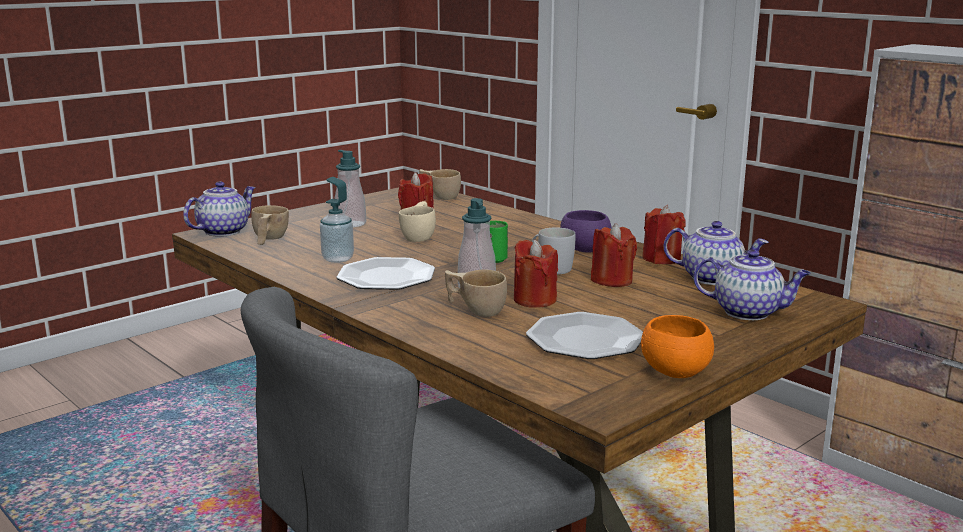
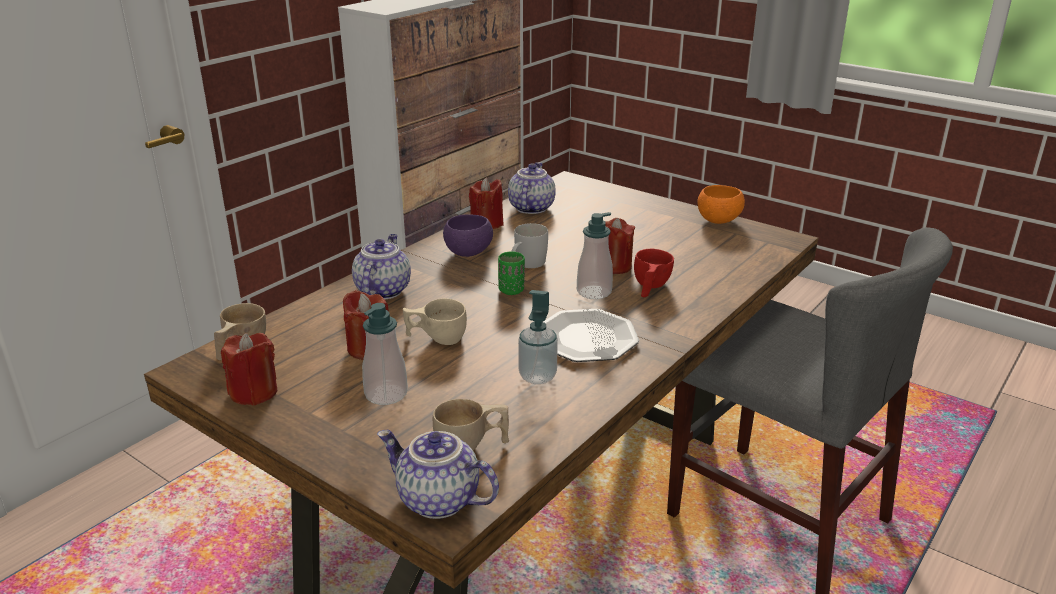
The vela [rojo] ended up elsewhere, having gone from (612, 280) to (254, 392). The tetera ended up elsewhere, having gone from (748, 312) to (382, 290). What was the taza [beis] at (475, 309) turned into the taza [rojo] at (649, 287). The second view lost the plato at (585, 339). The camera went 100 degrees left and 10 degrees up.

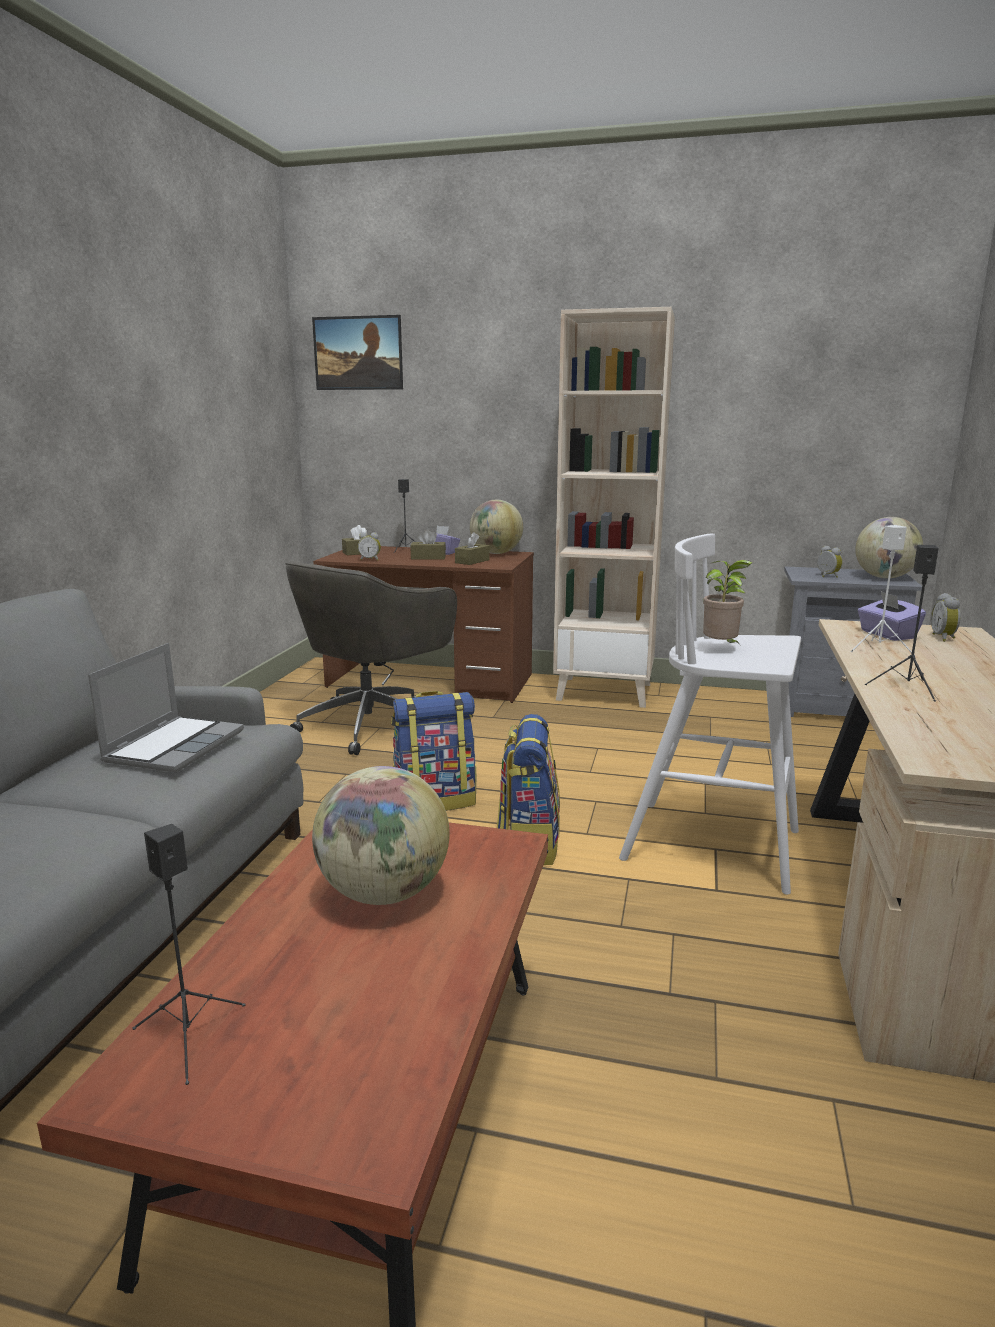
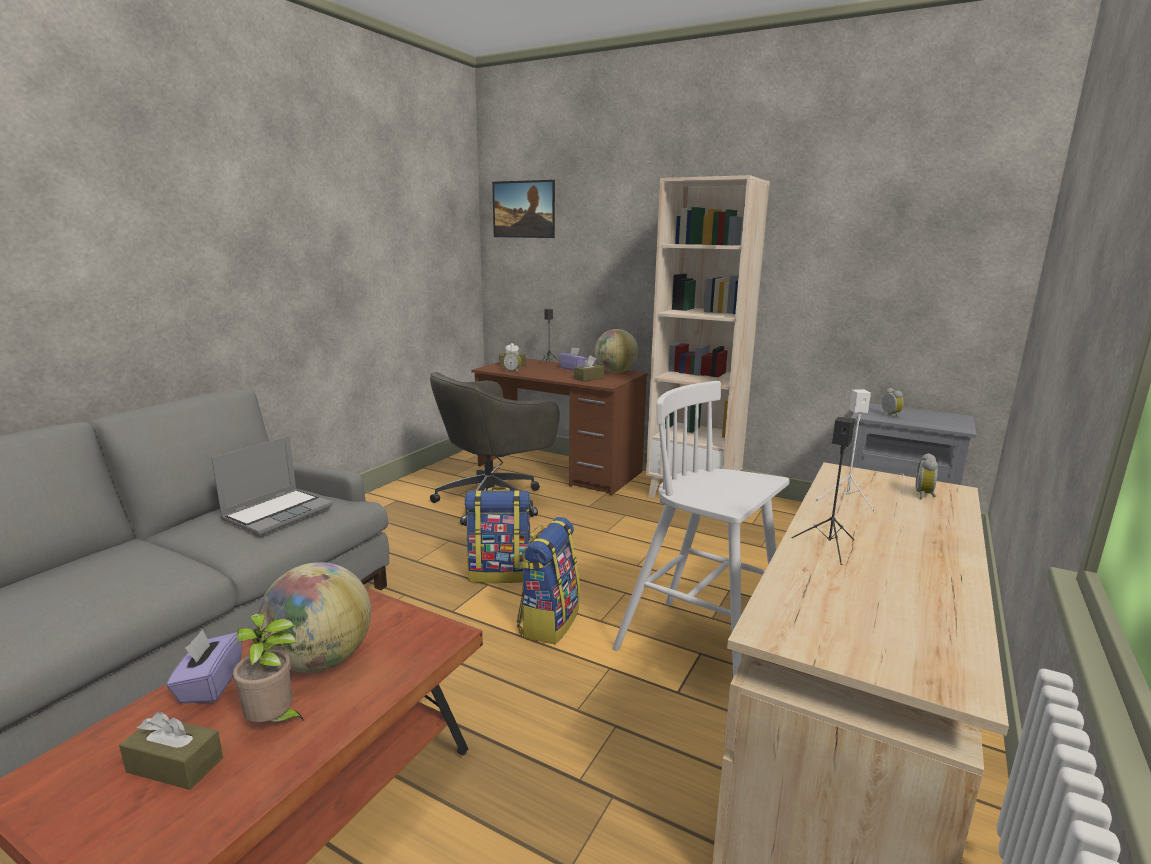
The caja de pañuelos [marrón] ended up elsewhere, having gone from (428, 558) to (175, 765). The caja de pañuelos [morado] ended up elsewhere, having gone from (887, 635) to (210, 684). The planta en maceta ended up elsewhere, having gone from (722, 648) to (274, 723). The second view lost the altavoz [negro] at (189, 1038). The second view lost the globo terráqueo at (884, 577). The camera went 15 degrees right and 0 degrees up.

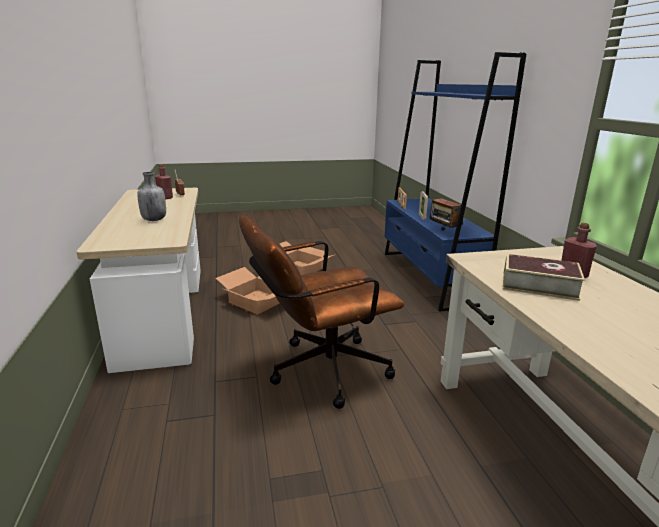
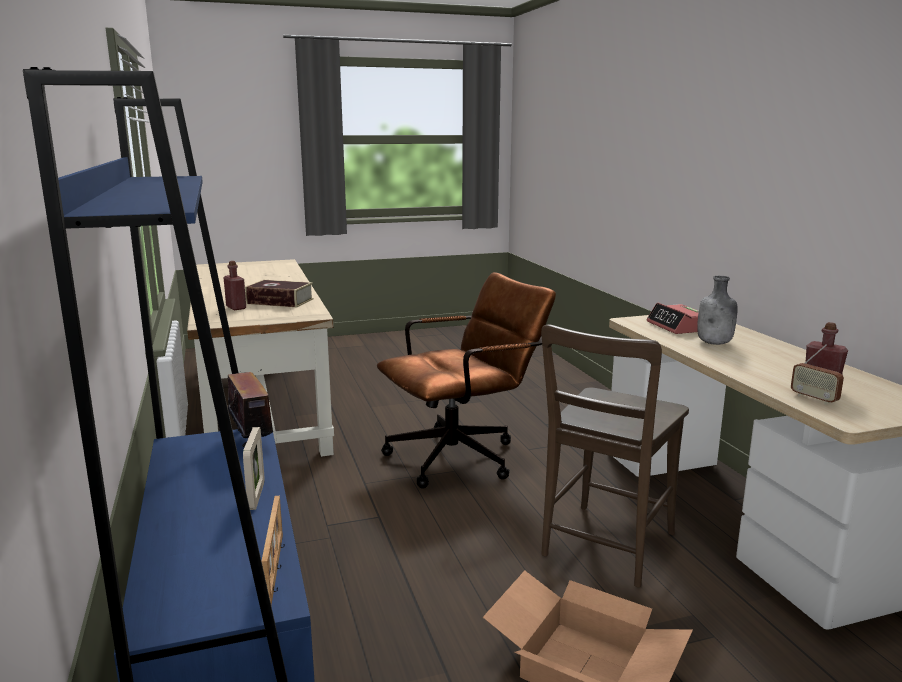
Where the caja de cartón stood at (258, 301), the silla [marrón] came to stand at (605, 547). The second view gained the despertador at (677, 327). The camera went 175 degrees right and 5 degrees down.

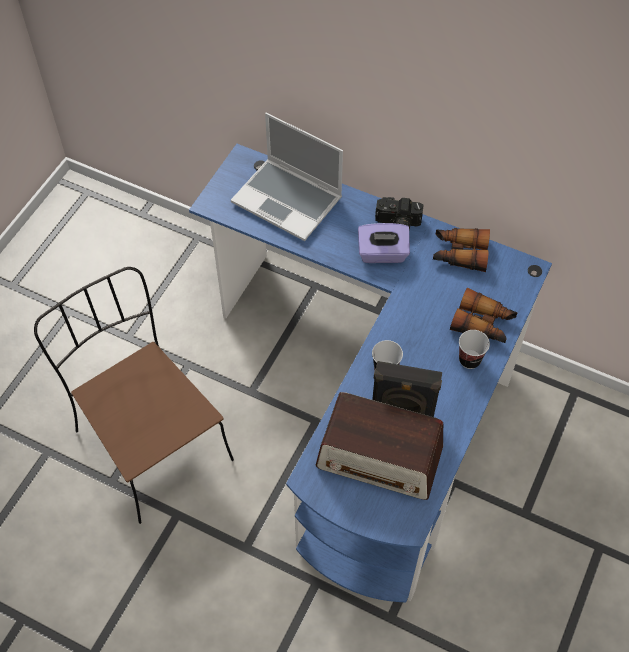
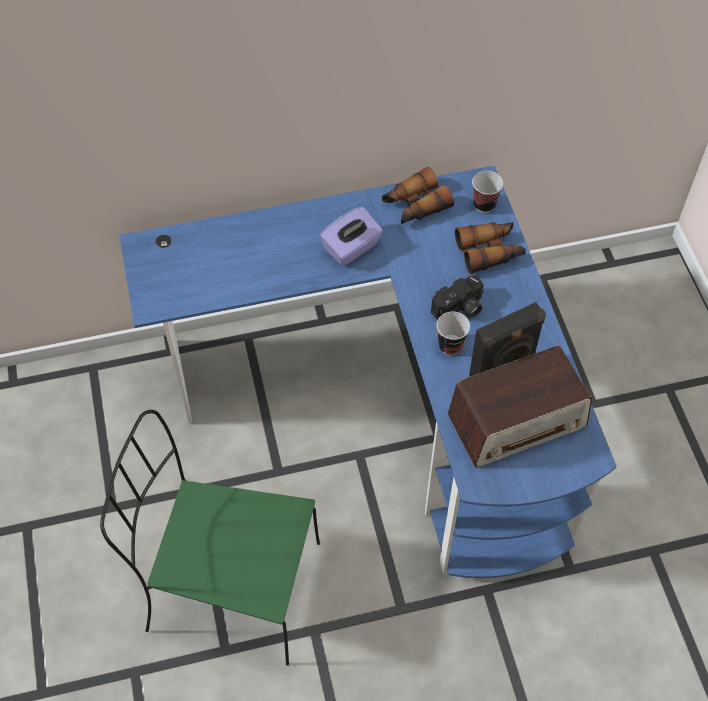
What was the silla [marrón] at (151, 443) turned into the silla [verde] at (229, 586). The cámara ended up elsewhere, having gone from (397, 223) to (459, 309). The taza ended up elsewhere, having gone from (469, 360) to (484, 204). The second view lost the portátil at (289, 200). The camera went 40 degrees left and 0 degrees up.

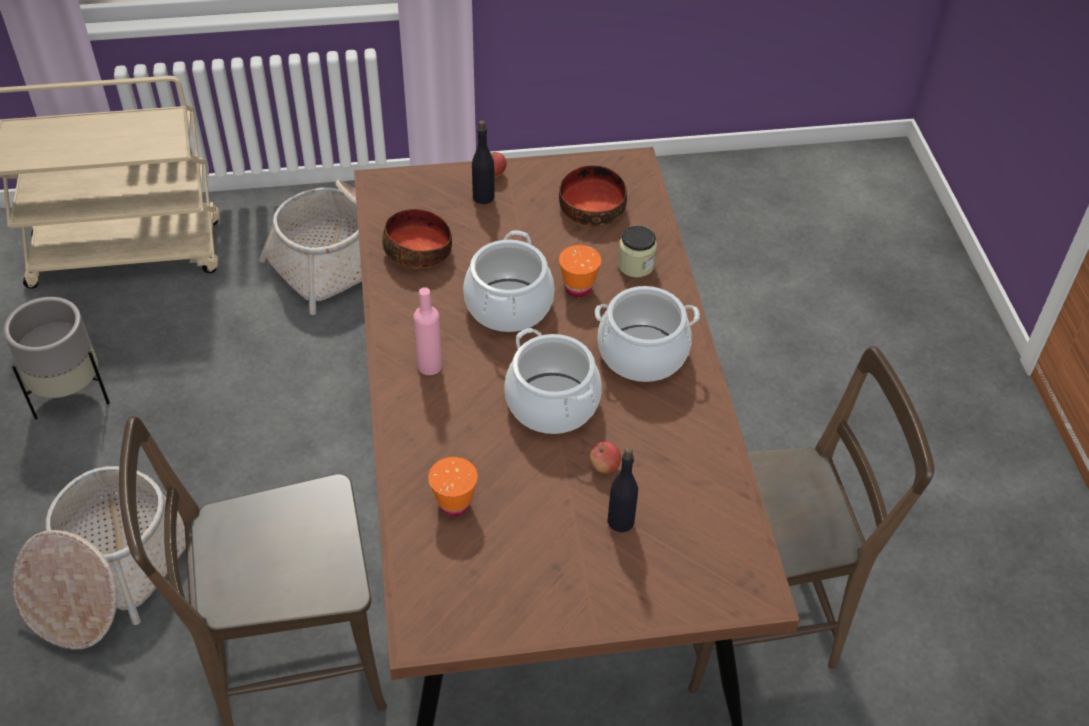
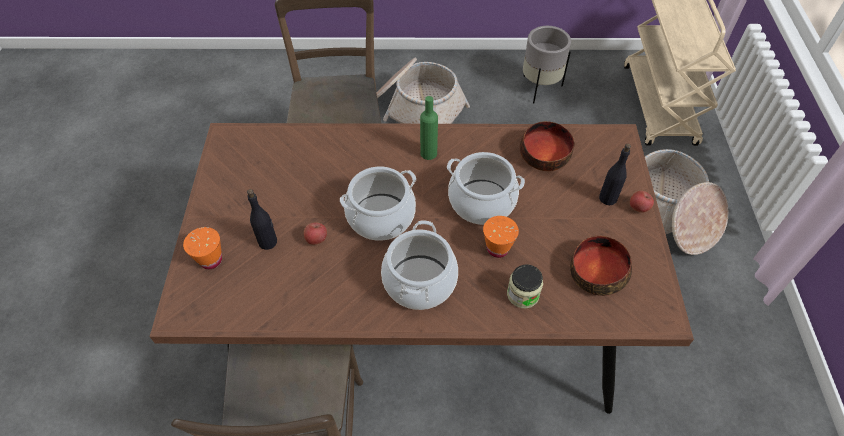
The taza [naranja] ended up elsewhere, having gone from (454, 504) to (211, 260). What was the botella [rosa] at (430, 366) turned into the botella [verde] at (428, 153). The camera went 100 degrees right and 5 degrees up.

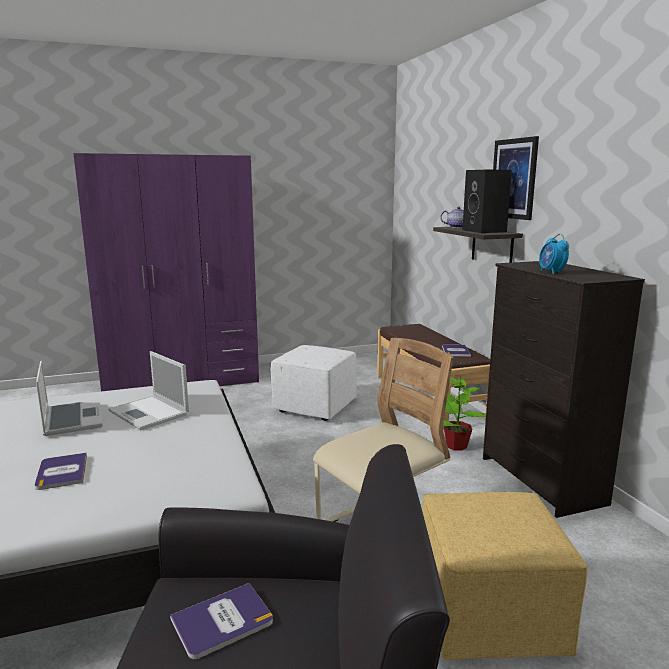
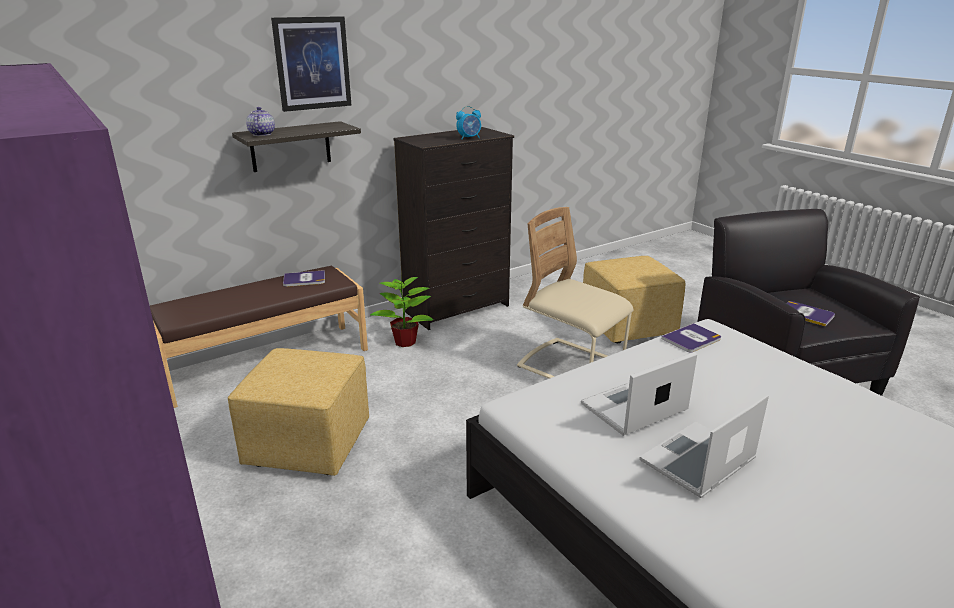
What was the puf [blanco] at (314, 407) turned into the puf [amarillo] at (307, 446). The portátil at (150, 413) ended up facing another way, 150 degrees counterclockwise from before. The libro ended up elsewhere, having gone from (62, 472) to (691, 339). The second view lost the altavoz [negro] at (485, 231). The camera went 105 degrees left and 10 degrees up.

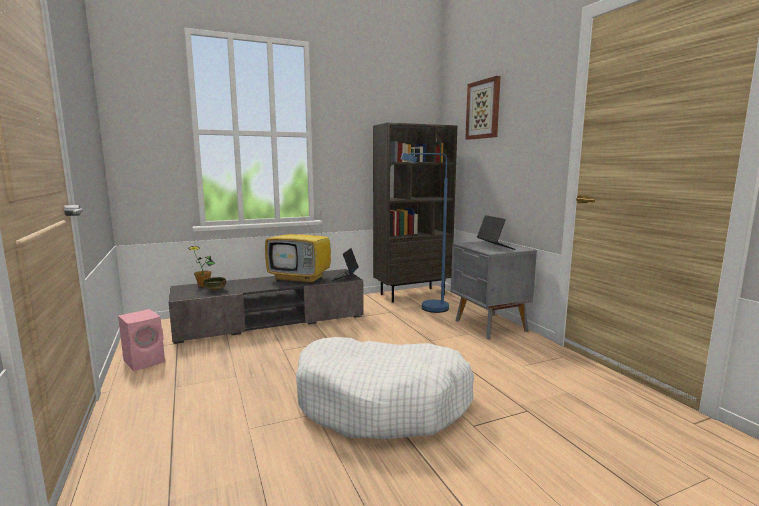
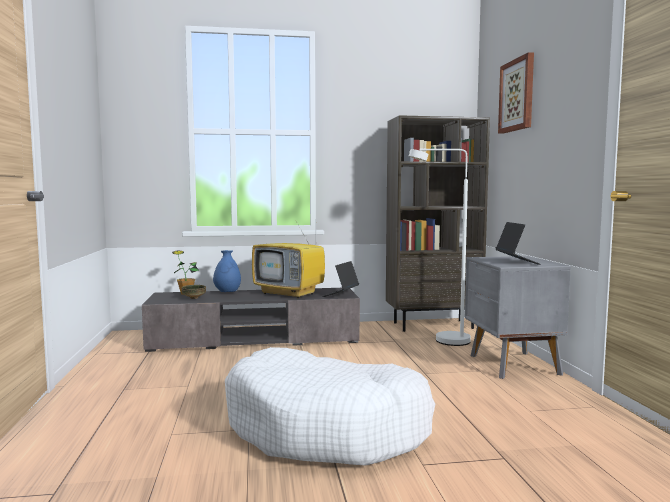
The second view gained the florero [azul] at (227, 292). What was the lámpara de pie [azul] at (427, 309) turned into the lámpara de pie [blanco] at (443, 341). The second view lost the altavoz [rosa] at (146, 361). The camera went 15 degrees right and 5 degrees down.

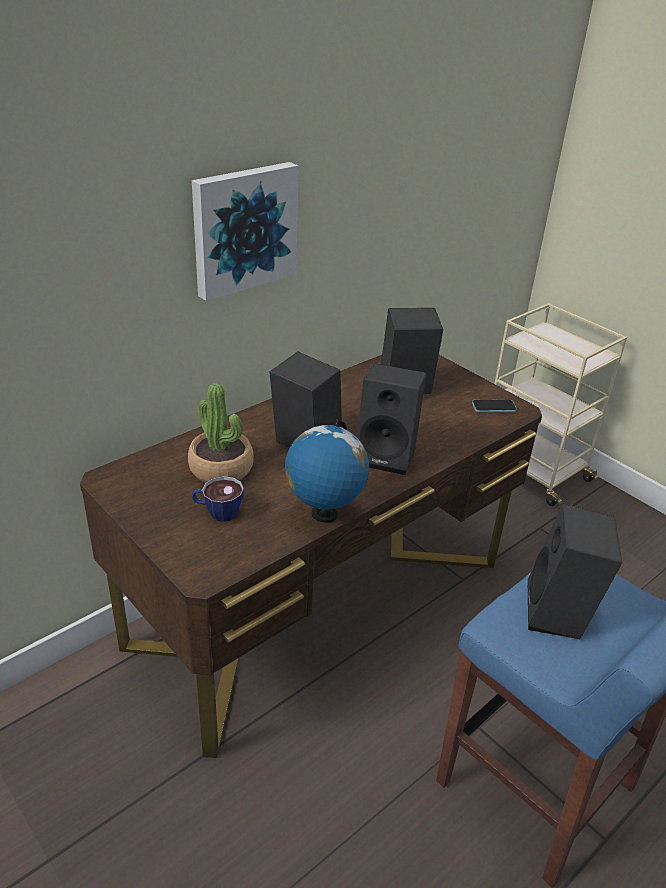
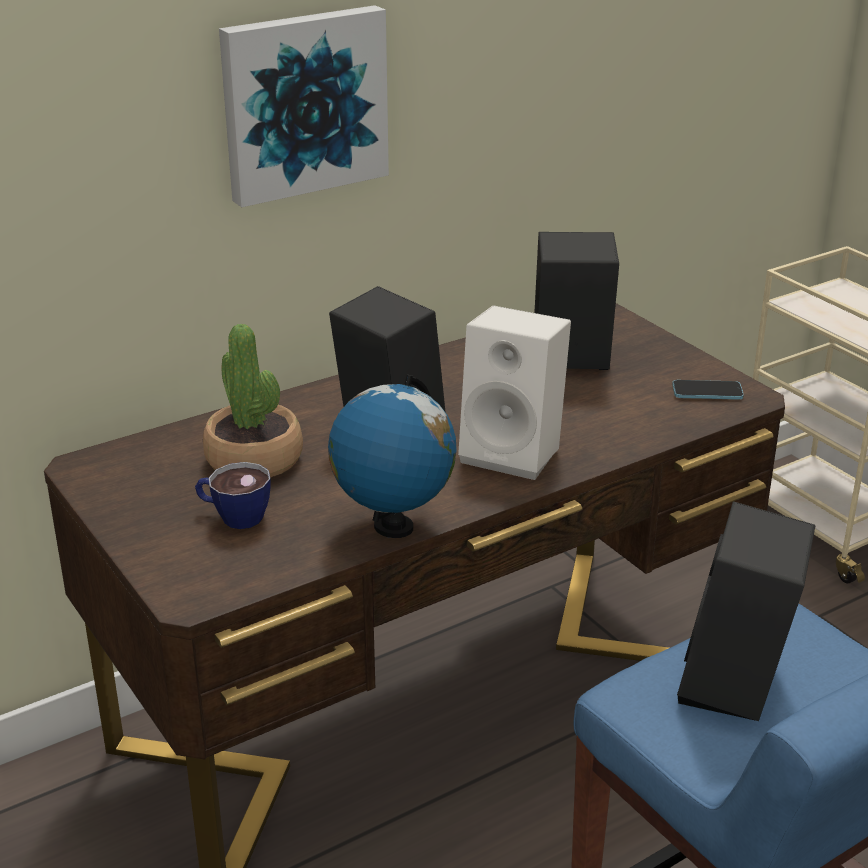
What was the altavoz [negro] at (387, 455) turned into the altavoz [blanco] at (515, 452). The camera went 10 degrees right and 5 degrees down.

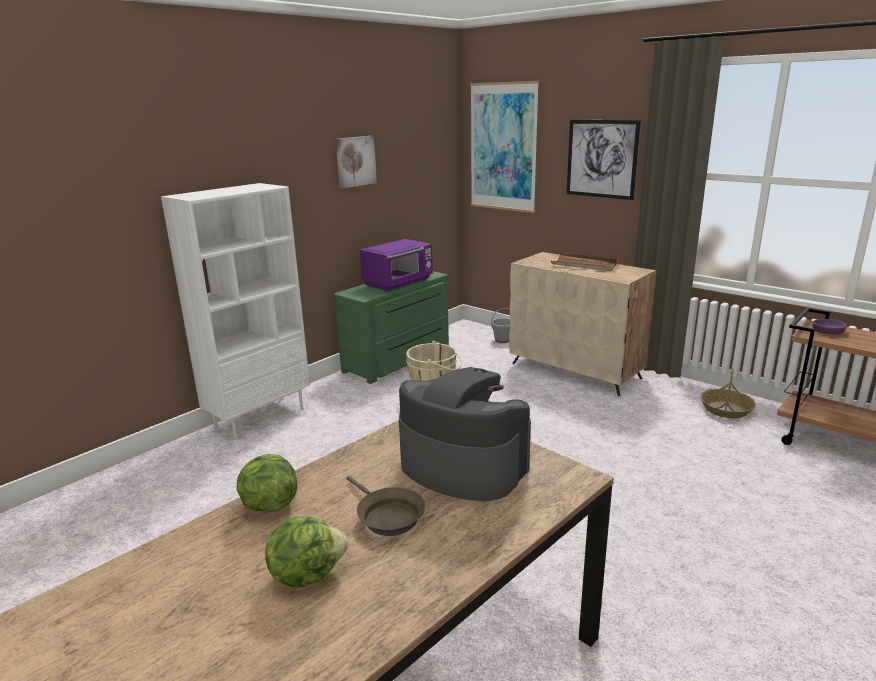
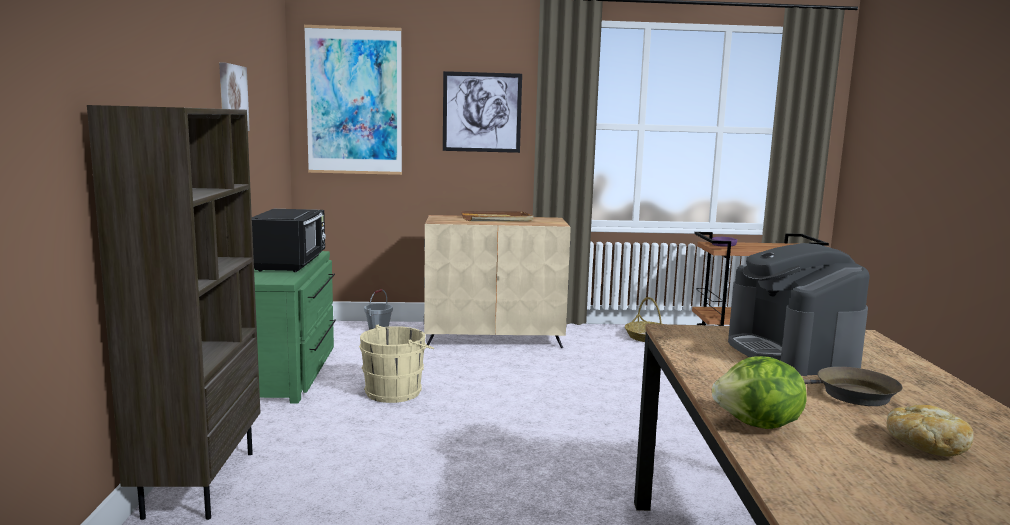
What was the estantería [blanco] at (259, 417) turned into the estantería [marrón] at (199, 482). What was the microondas [morado] at (399, 283) turned into the microondas [negro] at (290, 263). The cafetera at (462, 466) ended up facing another way, 90 degrees counterclockwise from before. Where the lechuga stood at (306, 573), the pan came to stand at (923, 447). The camera went 45 degrees left and 10 degrees down.

